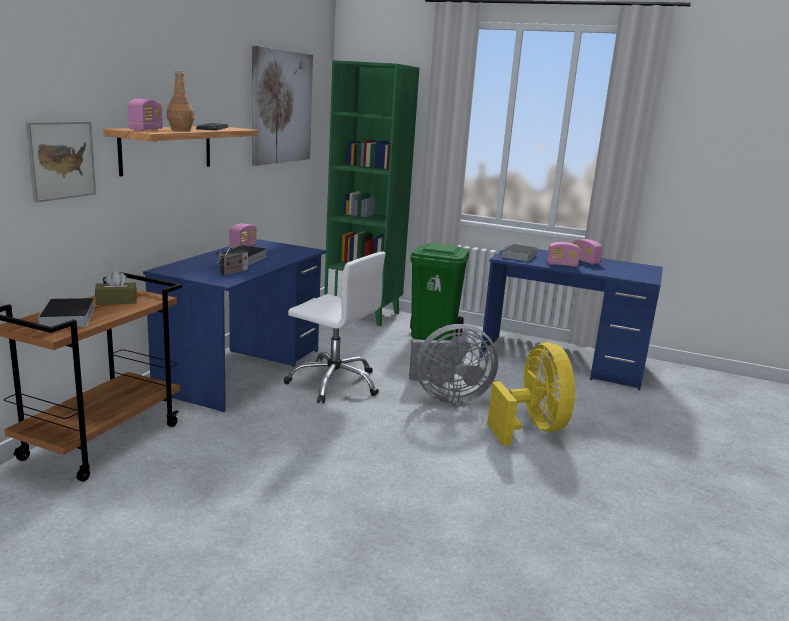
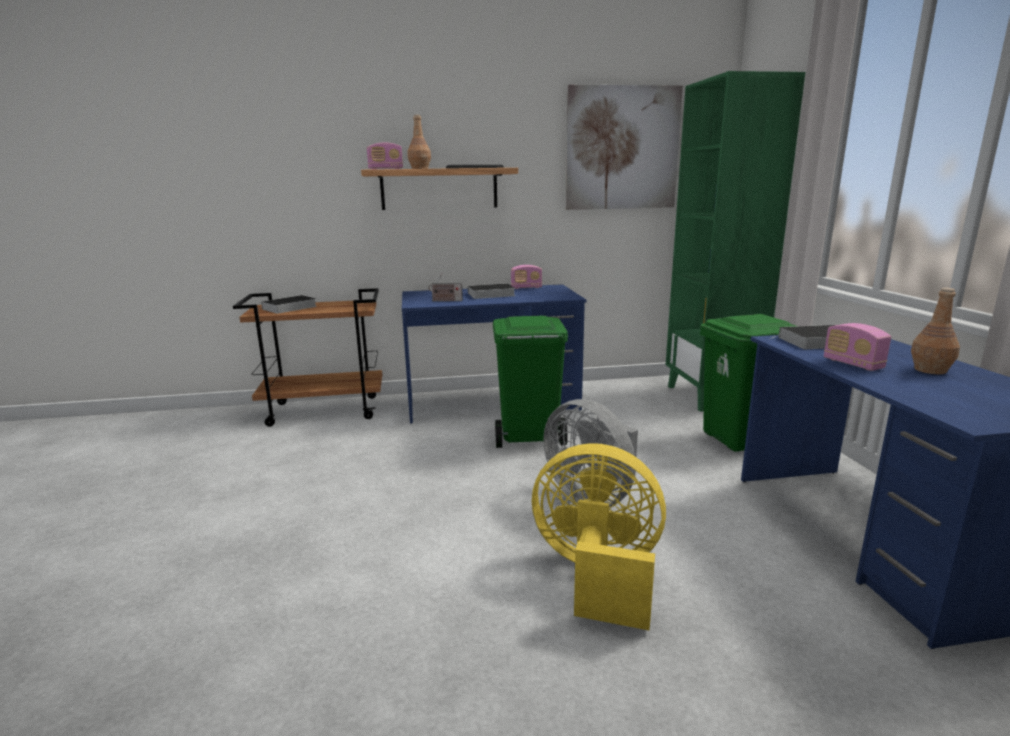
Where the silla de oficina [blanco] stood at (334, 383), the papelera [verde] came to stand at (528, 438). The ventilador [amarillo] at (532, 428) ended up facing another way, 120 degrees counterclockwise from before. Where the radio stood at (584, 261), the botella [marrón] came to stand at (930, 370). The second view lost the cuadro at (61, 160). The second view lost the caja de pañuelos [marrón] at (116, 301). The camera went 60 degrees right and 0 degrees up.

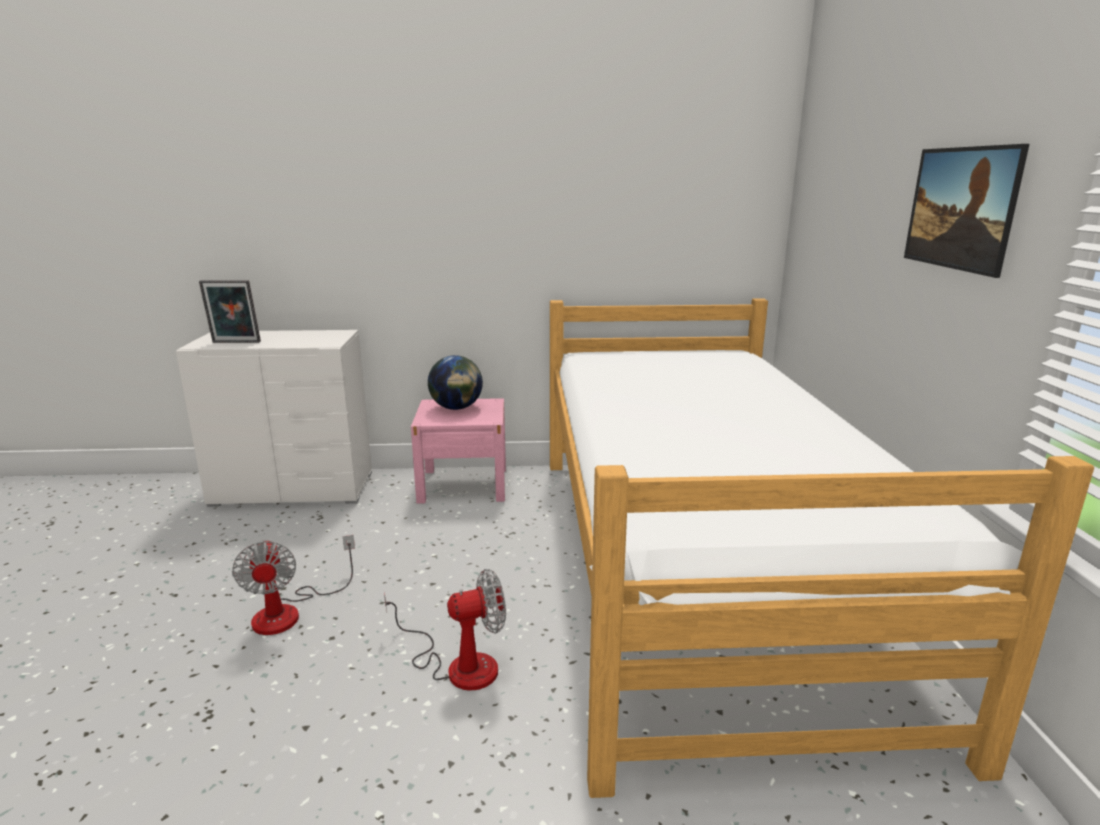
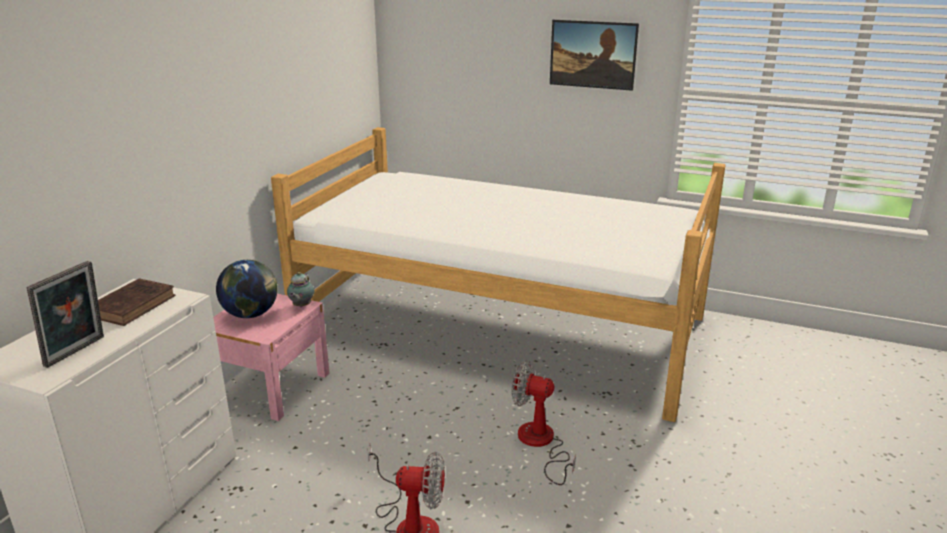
The second view gained the libro [marrón] at (134, 305). The second view gained the tetera at (301, 306). The ventilador at (458, 665) ended up facing another way, 75 degrees counterclockwise from before. The camera went 65 degrees left and 5 degrees up.

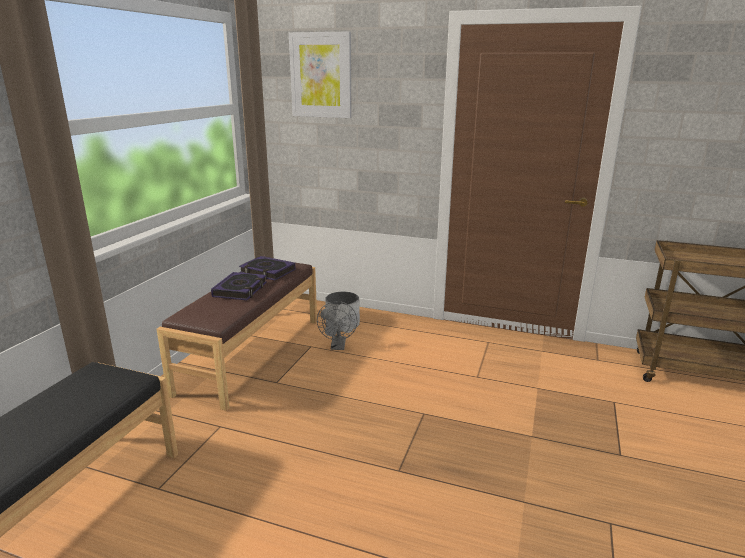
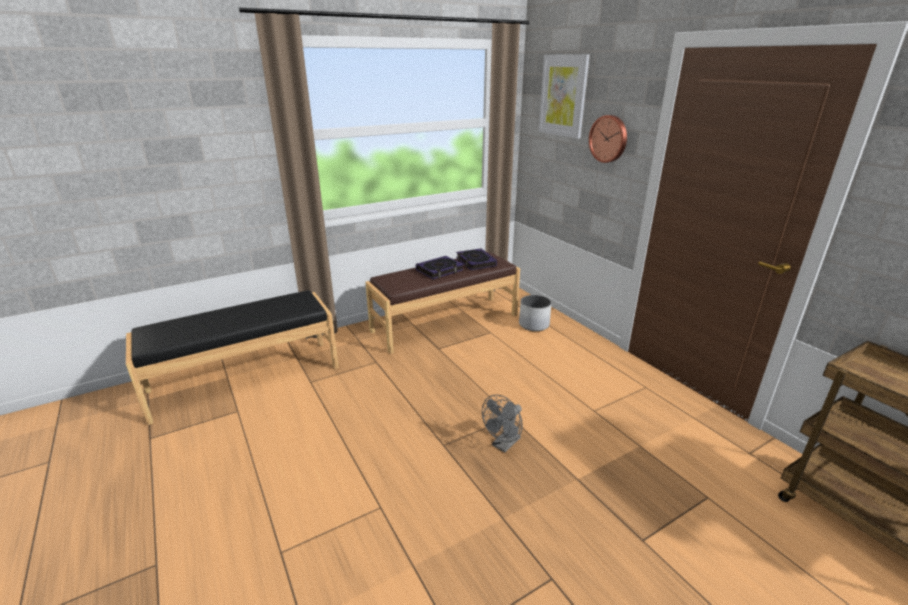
The ventilador [gris] ended up elsewhere, having gone from (338, 346) to (503, 445). The second view gained the reloj de pared at (609, 139). The camera went 40 degrees right and 5 degrees up.

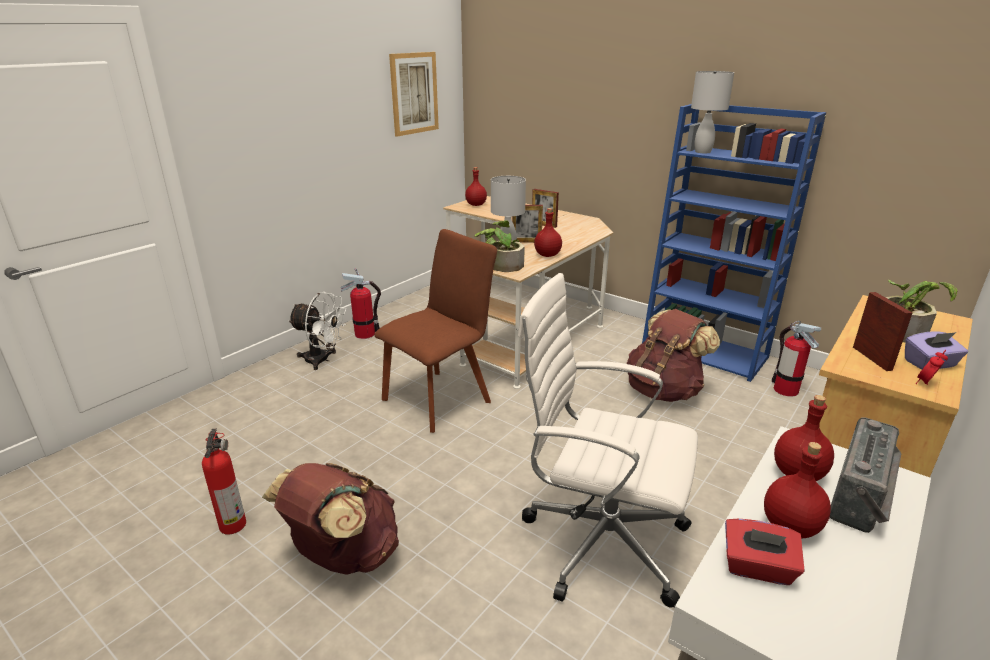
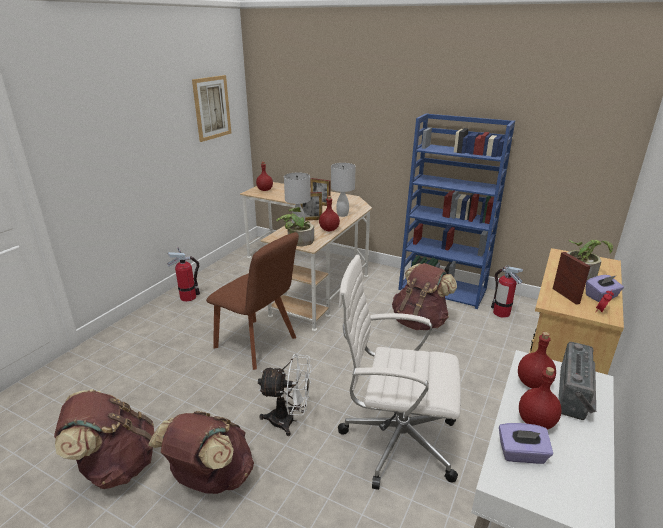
Where the extintor stood at (233, 523), the mochila [marrón] came to stand at (116, 465). The silla [marrón] at (440, 398) ended up facing another way, 90 degrees clockwise from before. The ventilador [blanco] ended up elsewhere, having gone from (322, 360) to (289, 420). The lámpara de mesa [blanco] ended up elsewhere, having gone from (702, 152) to (342, 215). What was the caja de pañuelos [rojo] at (757, 568) turned into the caja de pañuelos [morado] at (521, 454). The camera went 10 degrees left and 0 degrees up.

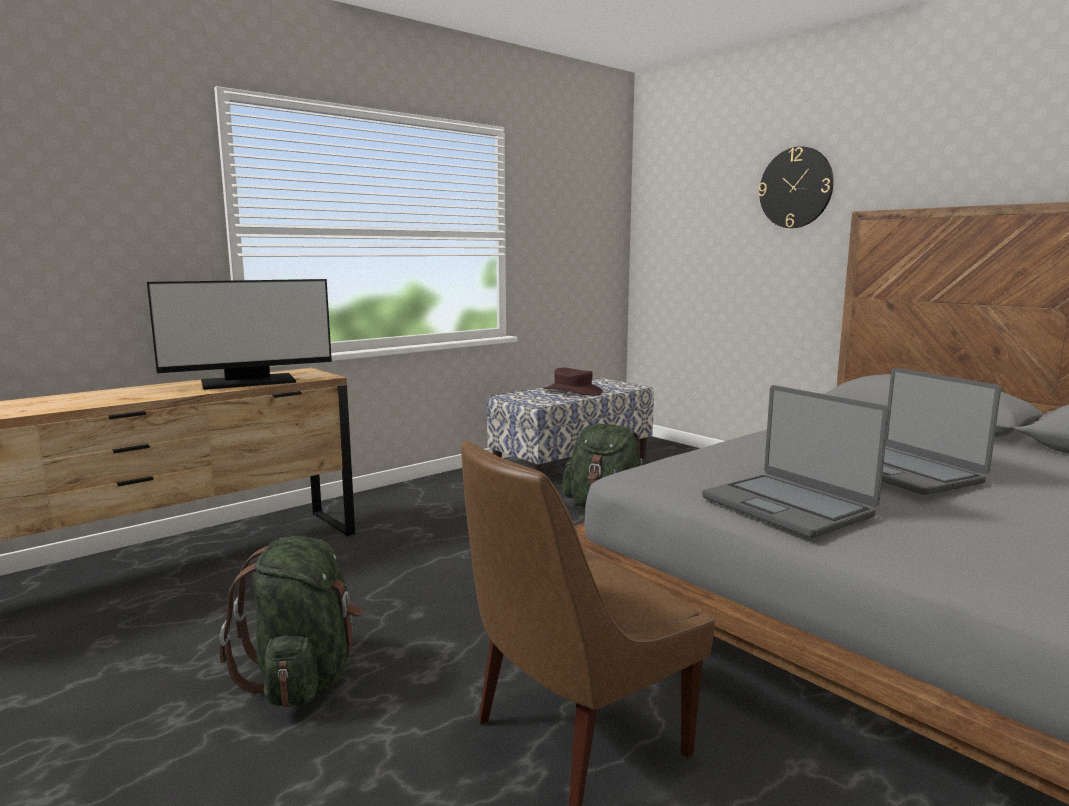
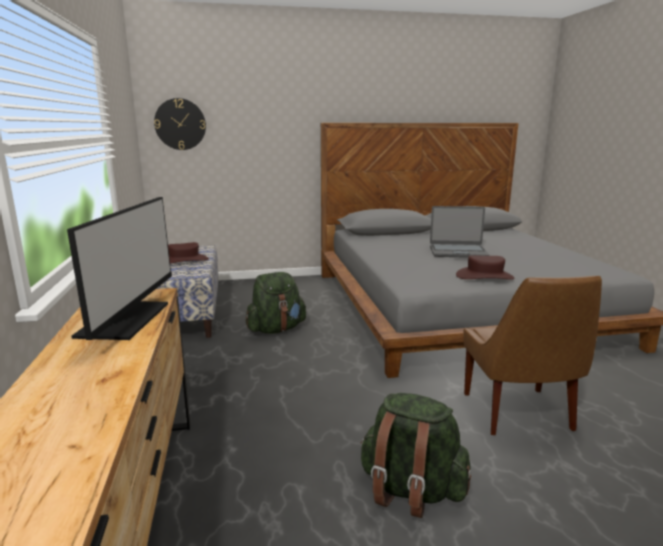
The reloj de pared ended up elsewhere, having gone from (795, 188) to (180, 124). Where the portátil stood at (787, 506), the sombrero [marrón] came to stand at (484, 276). The camera went 60 degrees left and 5 degrees up.

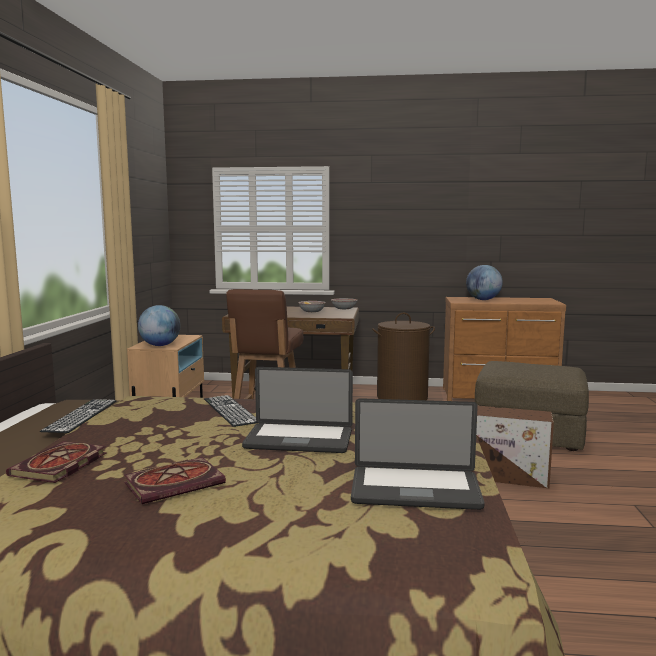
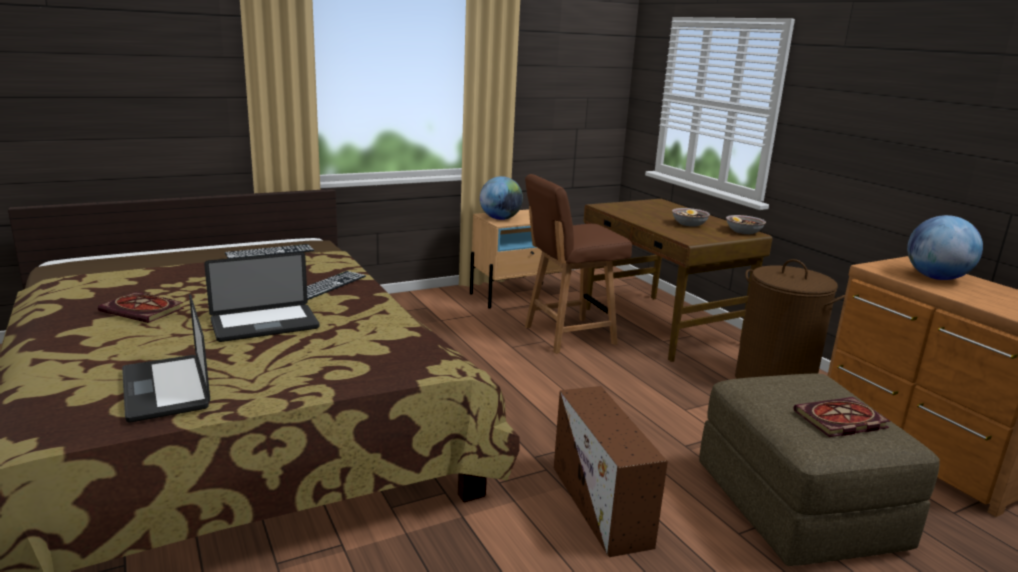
The portátil at (299, 440) ended up facing another way, 90 degrees counterclockwise from before. The libro ended up elsewhere, having gone from (59, 466) to (839, 421). The camera went 55 degrees right and 10 degrees up.

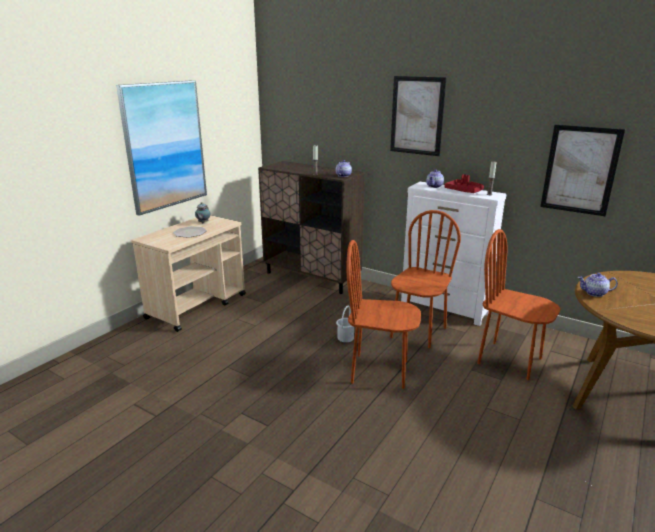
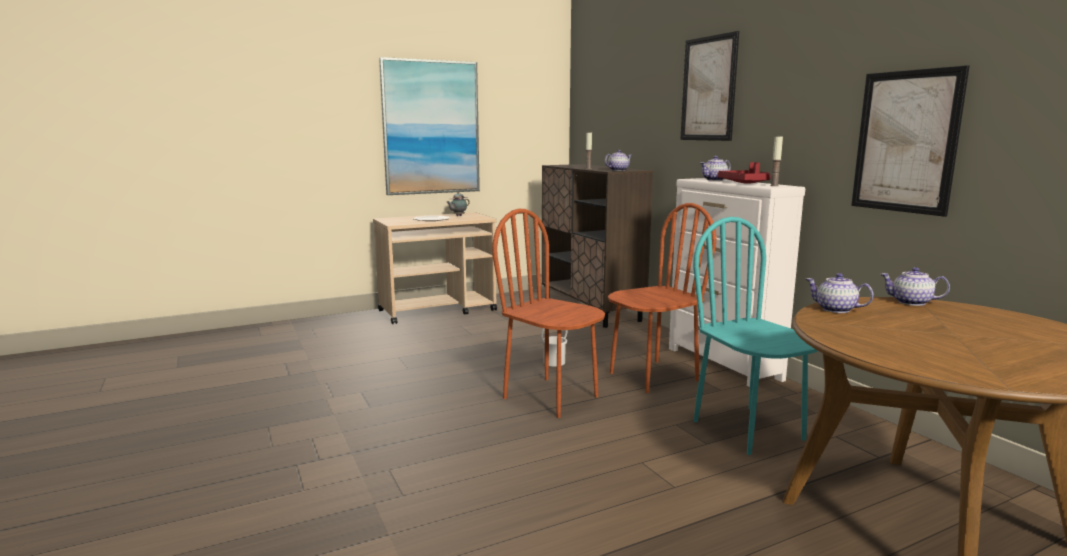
What was the silla [marrón] at (509, 360) turned into the silla [turquesa] at (748, 430). The second view gained the tetera at (910, 302). The camera went 30 degrees right and 10 degrees down.

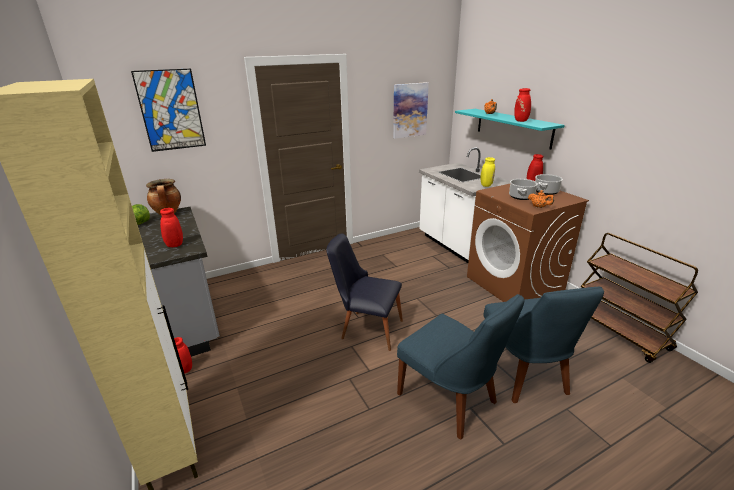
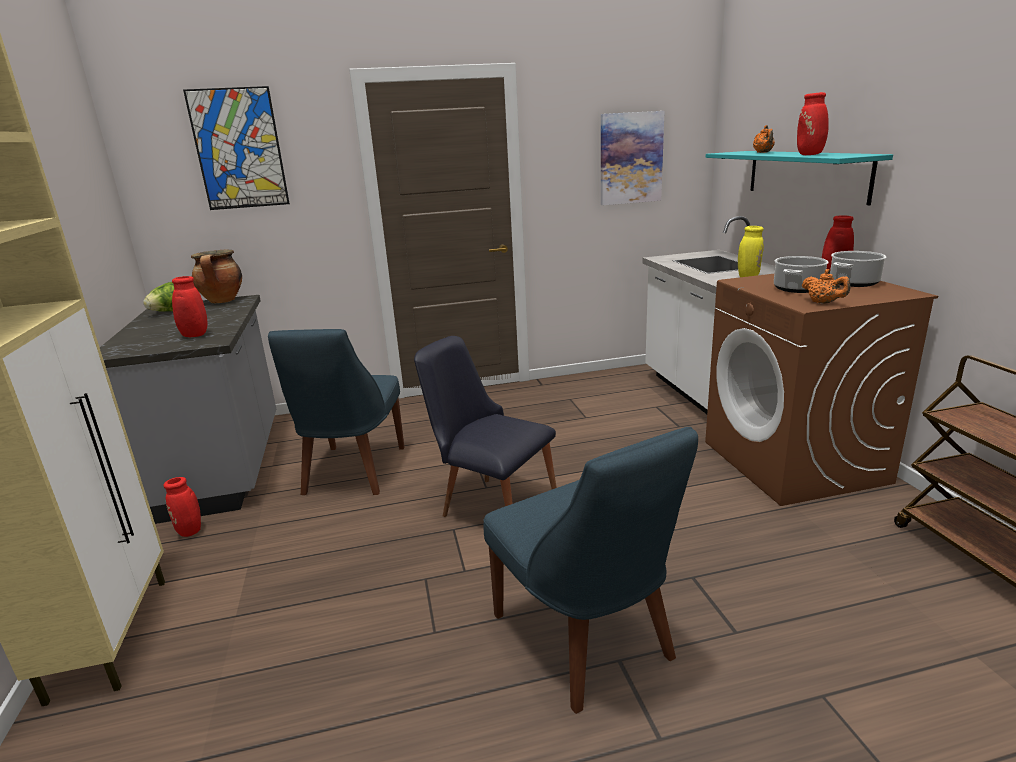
The silla [azul] ended up elsewhere, having gone from (524, 375) to (352, 473). The camera went 15 degrees right and 5 degrees down.

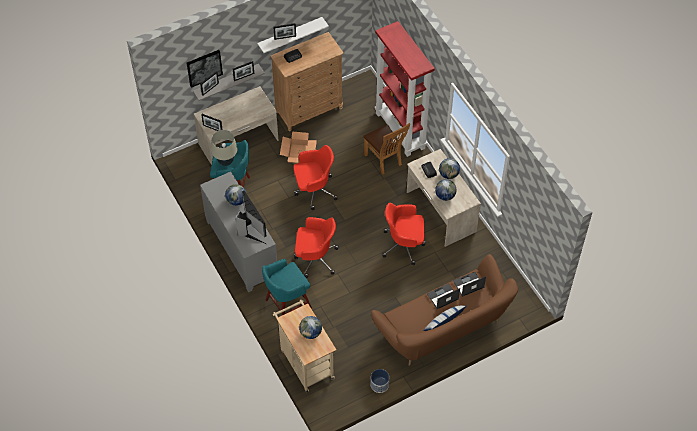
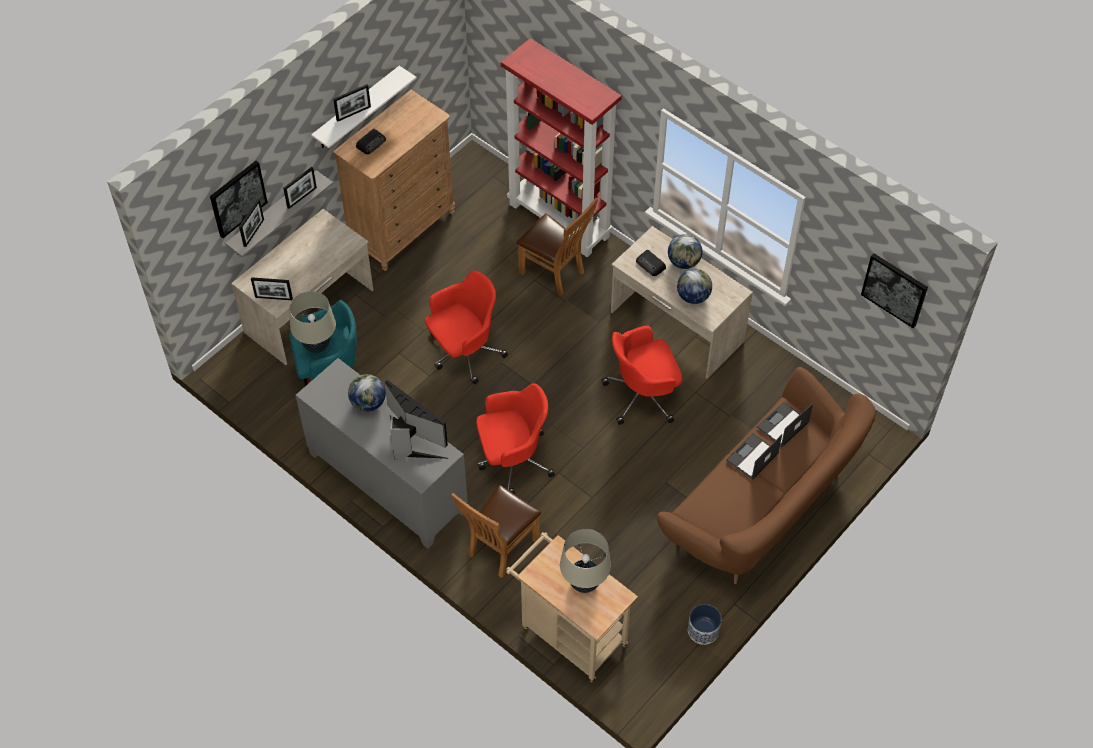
Where the taburete [turquesa] stood at (287, 305), the silla [marrón] came to stand at (499, 549). Where the globo terráqueo stood at (310, 333), the lámpara de mesa [beis] came to stand at (584, 582). The second view gained the cuadro at (895, 289). The second view lost the caja de cartón at (298, 154). The second view lost the cojín at (443, 322). The camera went 20 degrees left and 0 degrees up.

